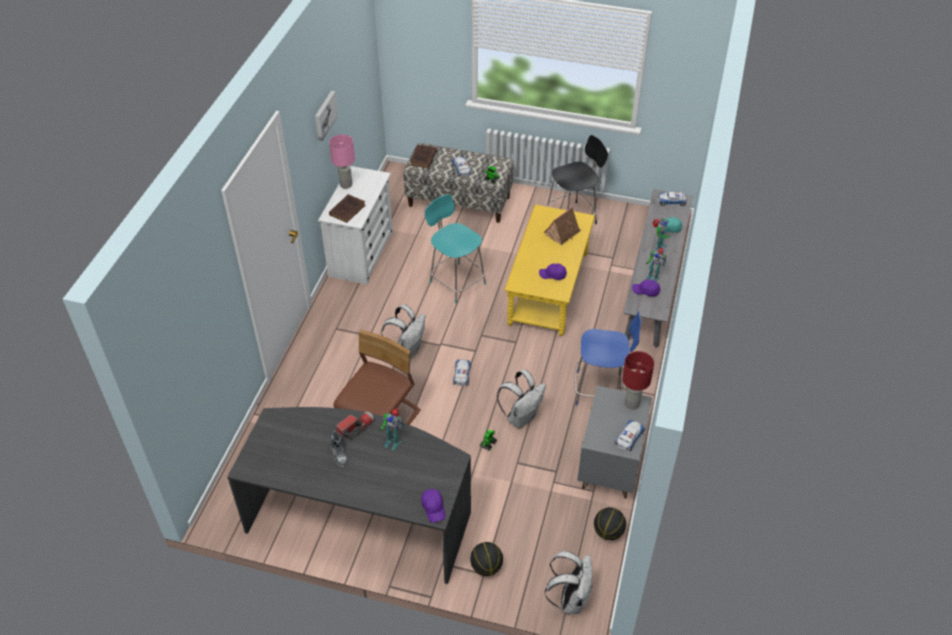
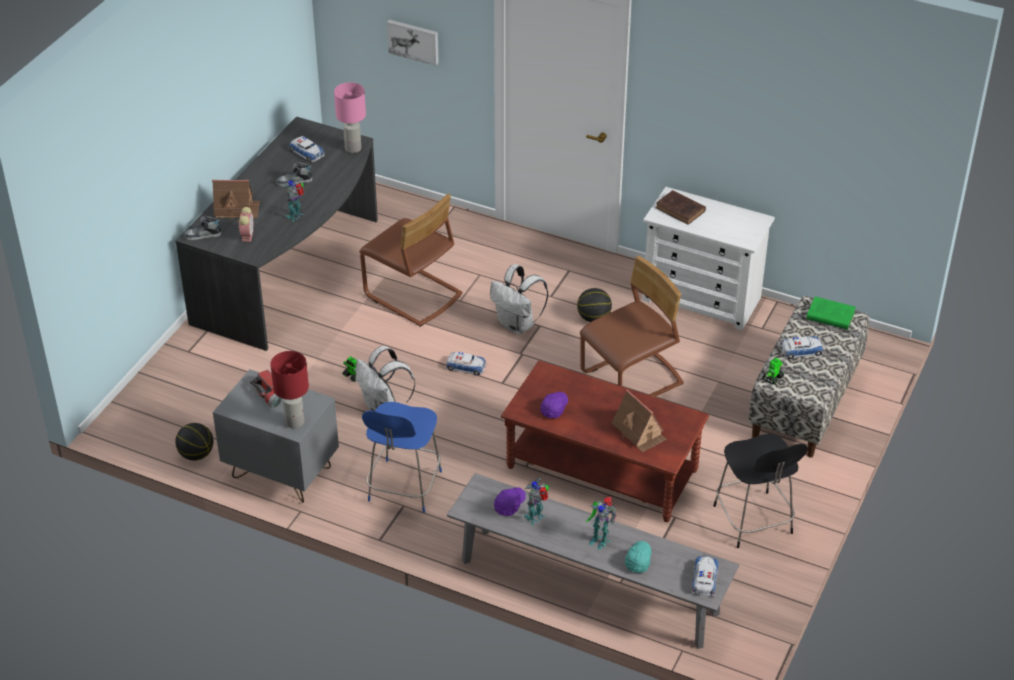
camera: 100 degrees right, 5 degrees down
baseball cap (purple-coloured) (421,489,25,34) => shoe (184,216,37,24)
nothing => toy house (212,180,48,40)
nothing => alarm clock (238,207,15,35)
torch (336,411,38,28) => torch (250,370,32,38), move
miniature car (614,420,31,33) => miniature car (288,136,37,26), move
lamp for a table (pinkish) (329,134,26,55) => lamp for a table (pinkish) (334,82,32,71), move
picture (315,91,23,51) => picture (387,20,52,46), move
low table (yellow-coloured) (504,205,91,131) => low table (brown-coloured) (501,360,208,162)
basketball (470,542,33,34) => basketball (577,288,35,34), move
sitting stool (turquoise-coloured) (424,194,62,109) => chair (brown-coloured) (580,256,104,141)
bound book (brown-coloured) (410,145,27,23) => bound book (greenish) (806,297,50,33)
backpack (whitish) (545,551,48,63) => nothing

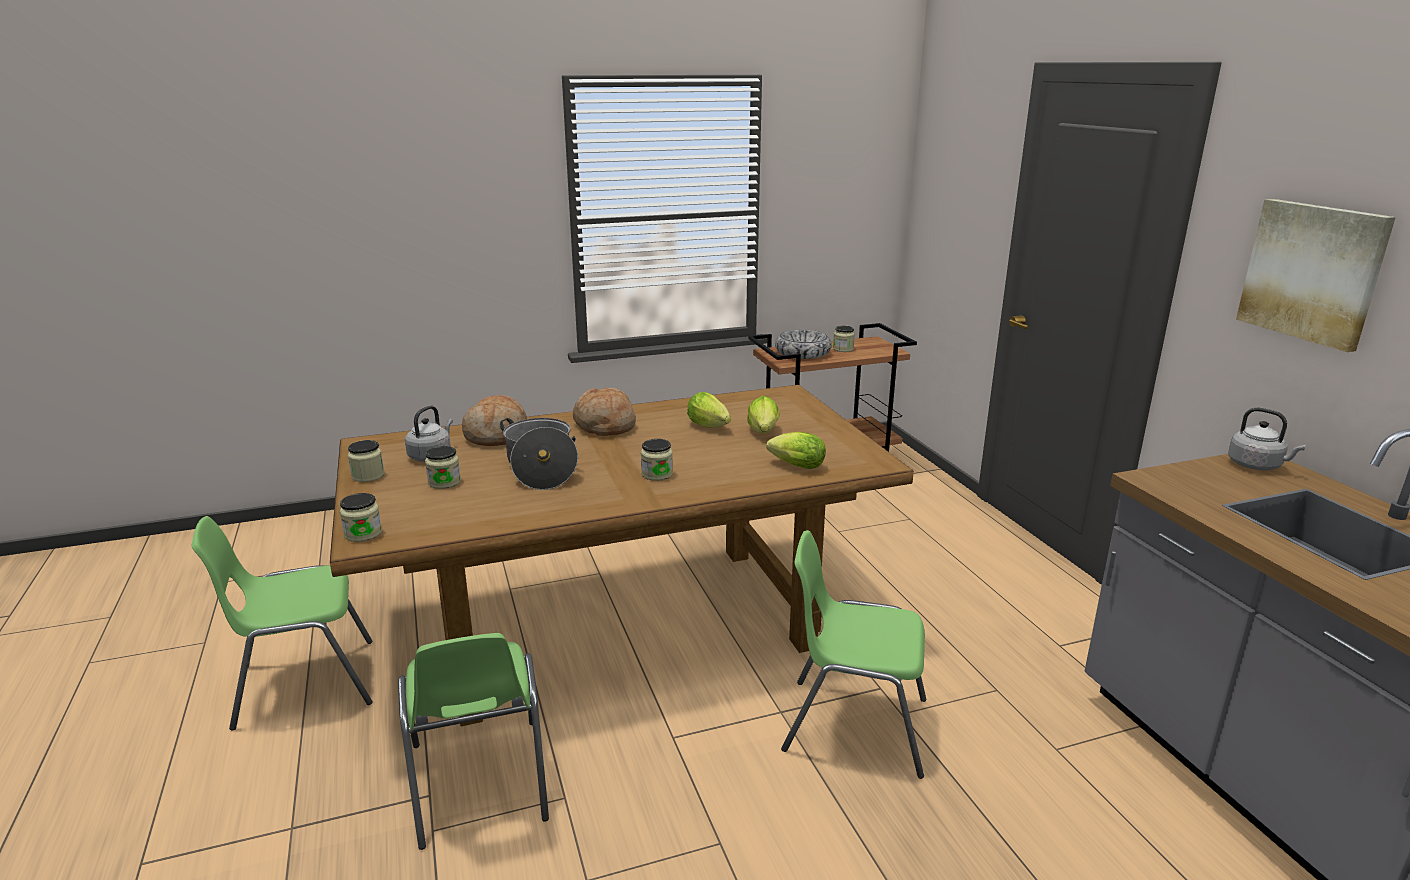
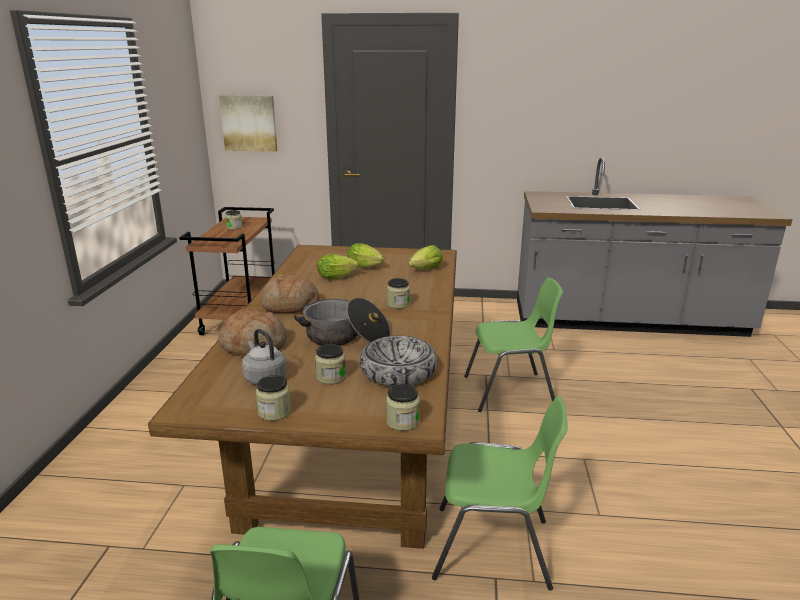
camera: 65 degrees left, 0 degrees up
picture (1236,199,160,153) => picture (219,95,58,57), move
deep dish (775,330,57,29) => deep dish (359,335,78,52), move
chair (greenish) (781,530,145,249) => chair (greenish) (464,277,99,135), 135 degrees counterclockwise
water kettle (grey) (1228,407,78,64) => nothing

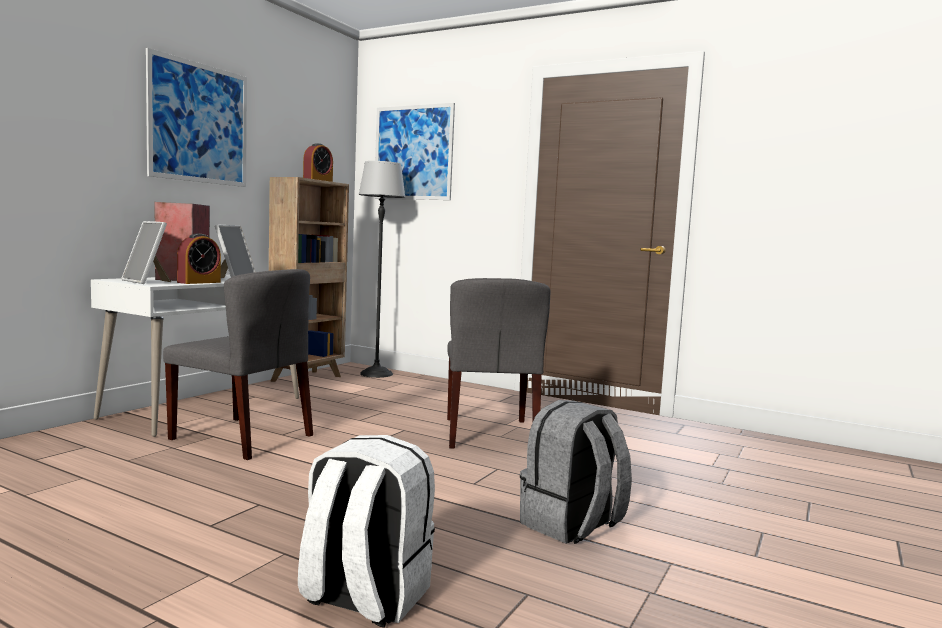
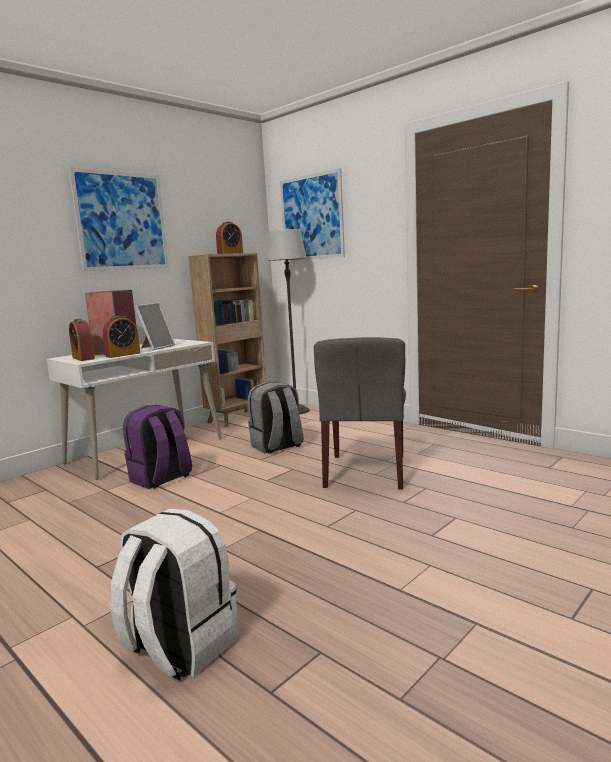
camera: 15 degrees right, 5 degrees up
photo frame (121,221,50,63) => alarm clock (69,319,26,42)
chair (grey) (163,269,150,191) => backpack (purple-coloured) (123,405,69,84)
backpack (grey) (520,400,112,144) => backpack (grey) (248,382,56,72), move

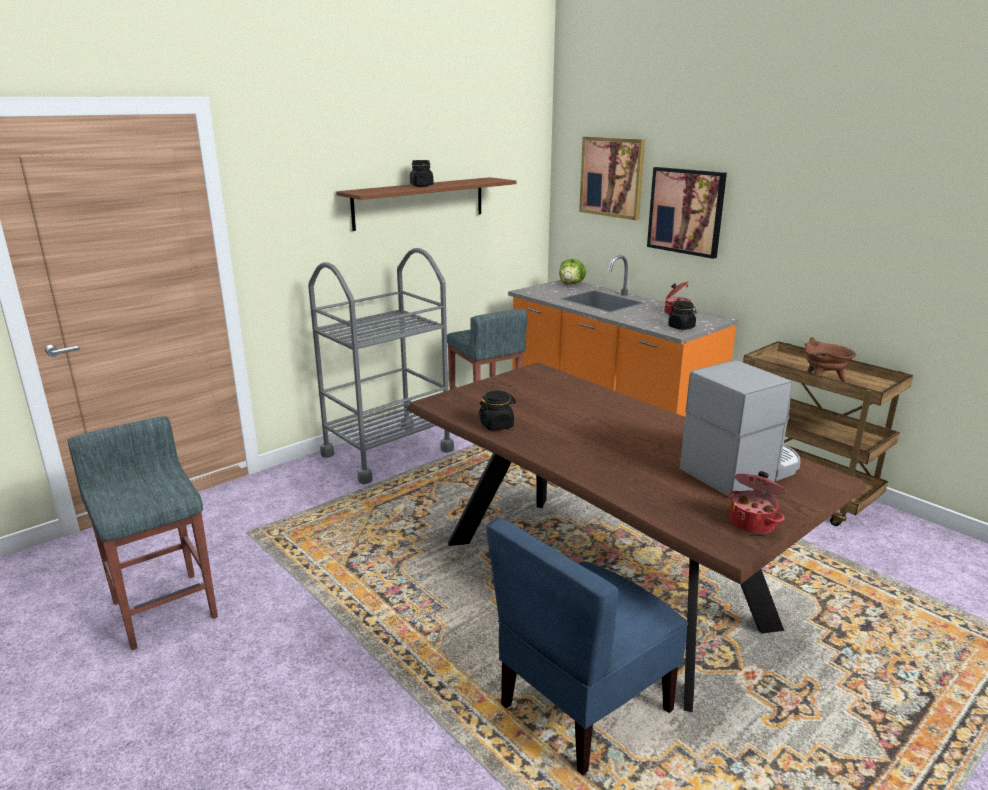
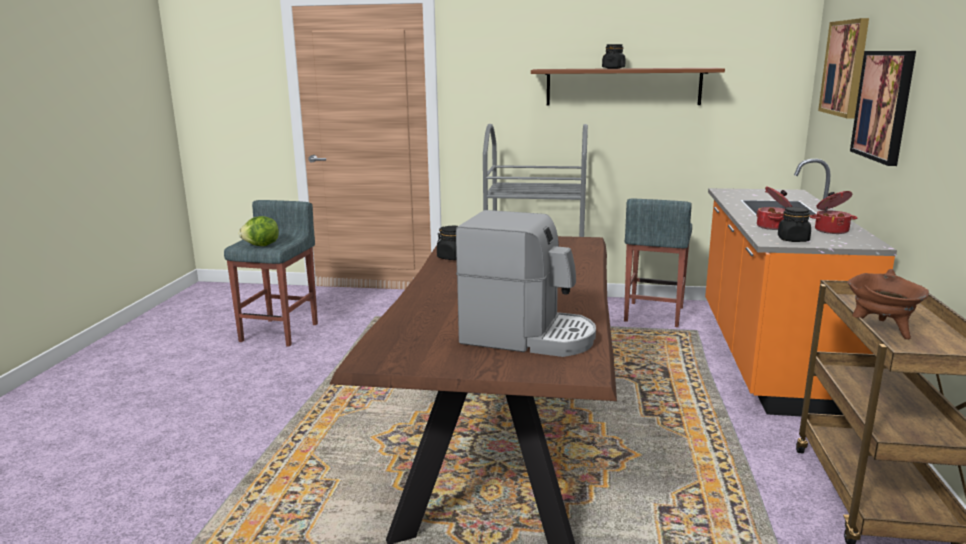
camera: 50 degrees right, 5 degrees down
lettuce head (559,259,27,25) => lettuce head (238,216,41,30), move
cooking pot (728,471,58,64) => cooking pot (756,187,36,43), move
chair (blue-coloured) (486,518,202,257) => nothing

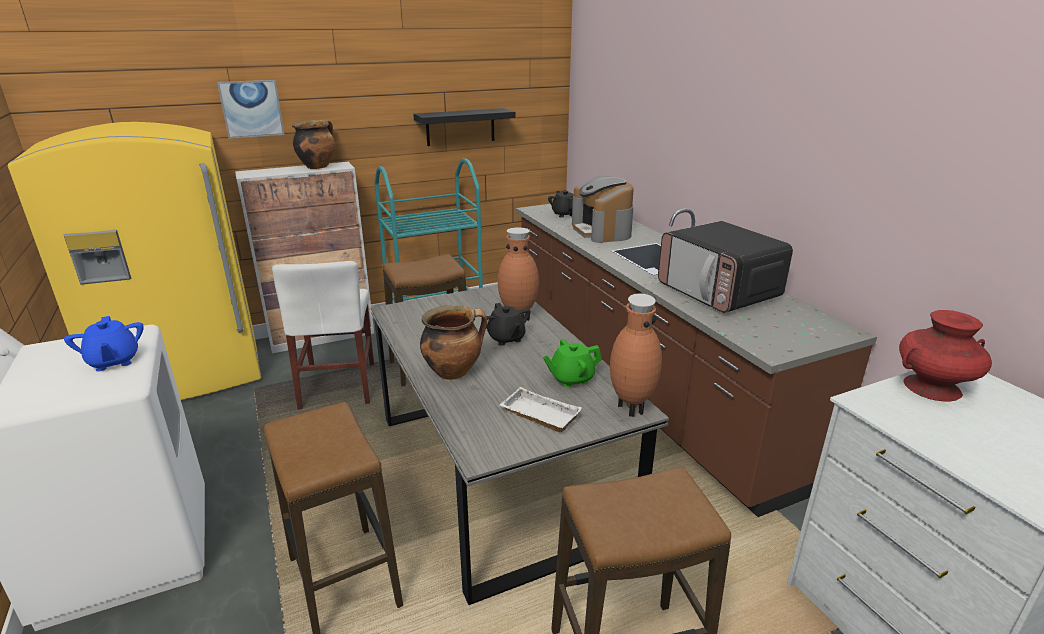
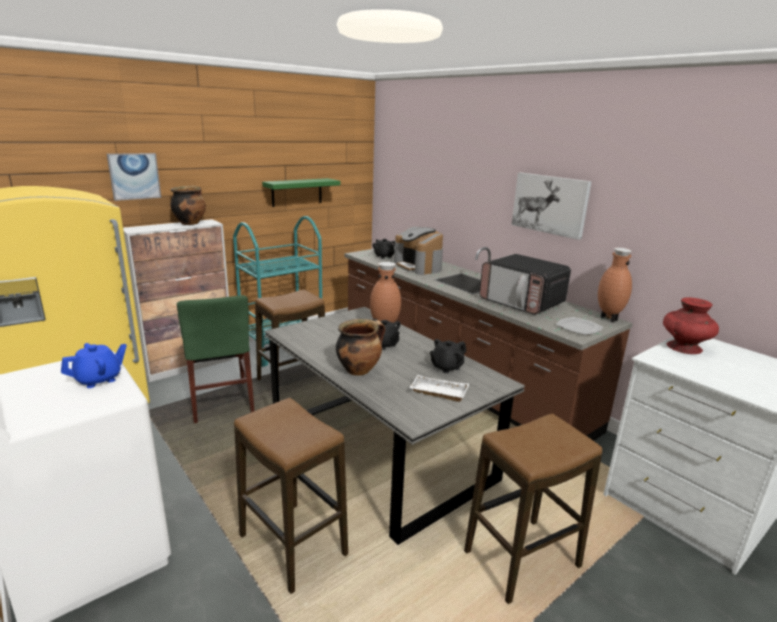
camera: 15 degrees left, 5 degrees down
teapot (blue-coloured) (64,316,80,56) => teapot (blue-coloured) (61,343,66,45), 90 degrees counterclockwise
chair (whitish) (272,261,102,149) => chair (greenish) (177,295,78,128)
bracket shelf (black-coloured) (413,108,103,38) => bracket shelf (greenish) (262,178,78,29)
teapot (greenish) (543,339,59,49) => teapot (black-coloured) (430,339,37,34)
nothing => picture (512,173,80,67)
nothing => dinner plate (556,317,47,18)
vase (brown-coloured) (610,293,52,124) => vase (brown-coloured) (598,247,34,75), move

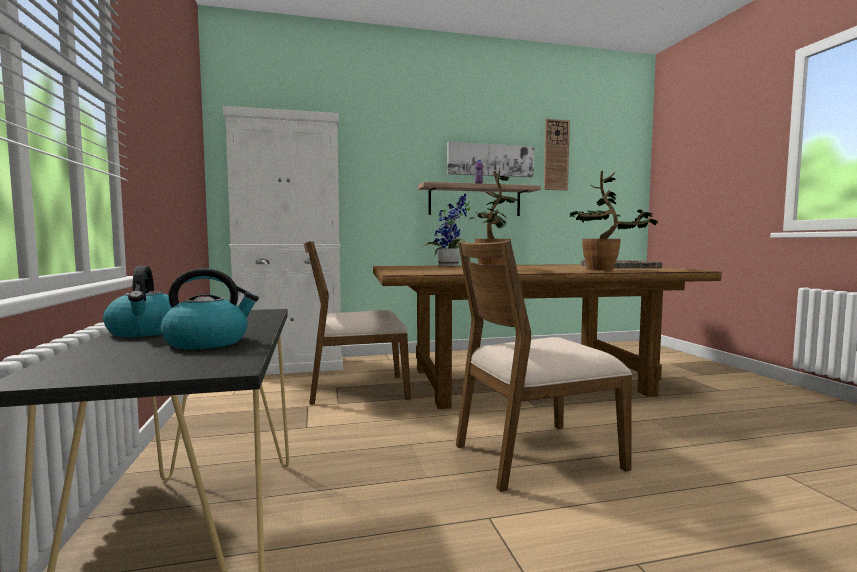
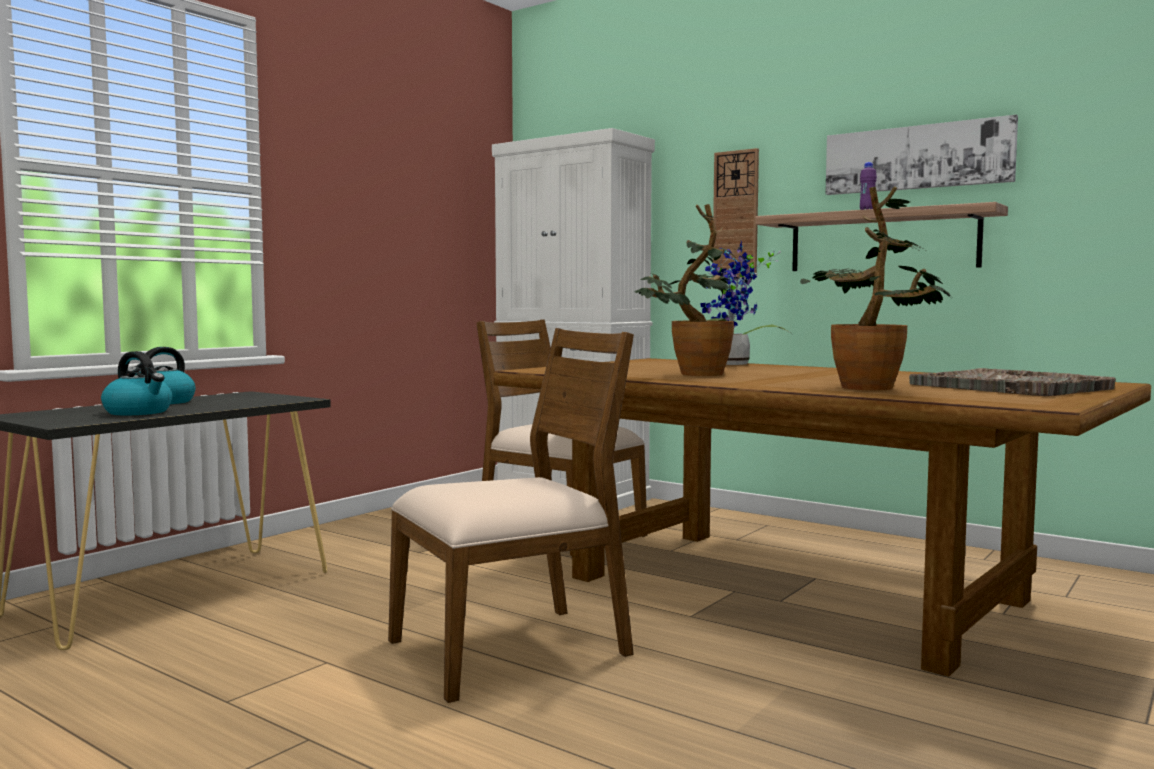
camera: 50 degrees right, 0 degrees up
chair (brown-coloured) (456,240,176,252) => chair (brown-coloured) (388,328,246,375), 120 degrees clockwise
wall clock (544,119,26,71) => wall clock (713,148,46,130), move

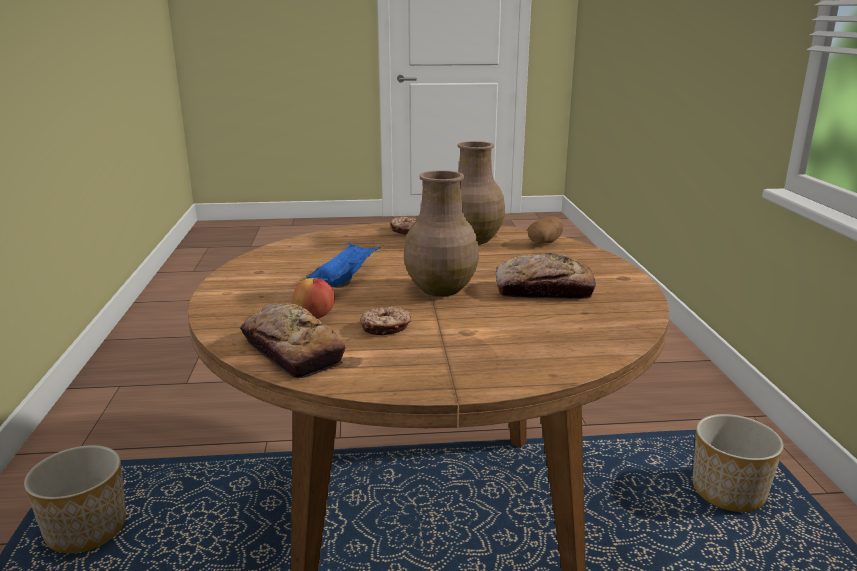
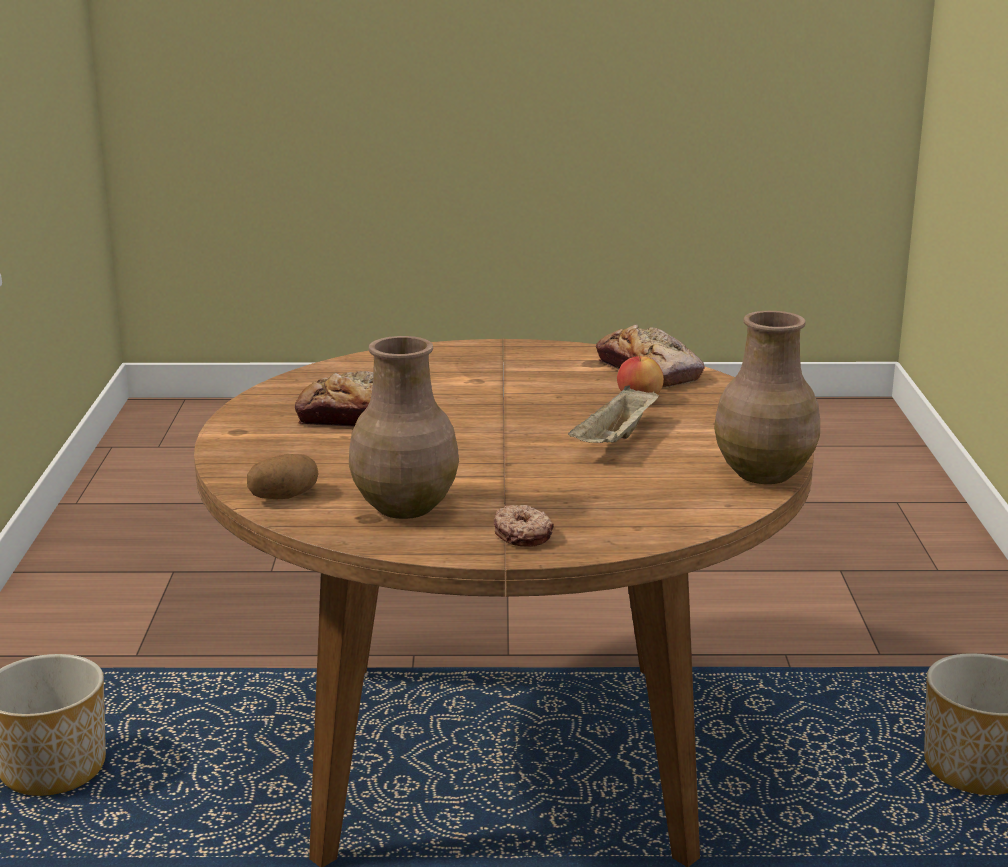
camera: 175 degrees left, 0 degrees up
tray (blue-coloured) (306,242,75,46) => tray (beige-coloured) (568,385,91,58)
vase (brown-coloured) (404,170,75,127) => vase (brown-coloured) (714,311,106,173), move
ring doughnut (360,306,51,29) => nothing

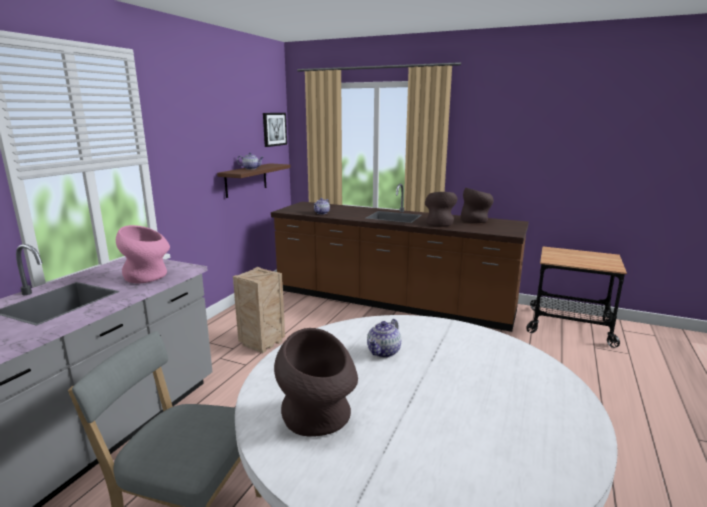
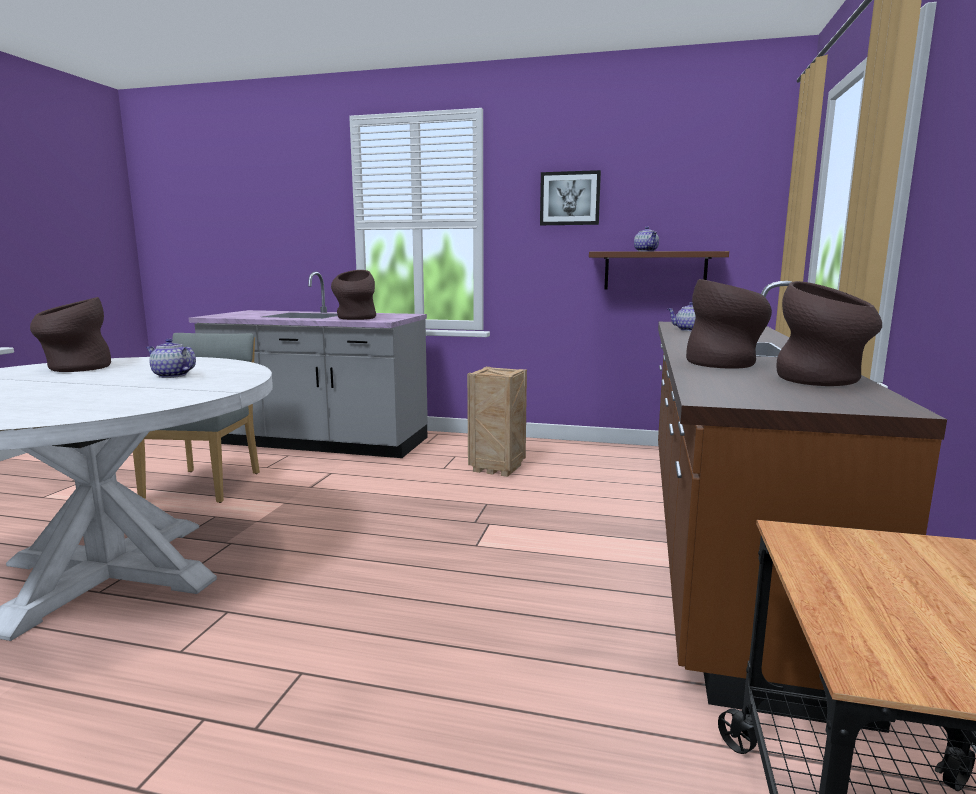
camera: 80 degrees right, 5 degrees down
vase (pinkish) (116,225,54,58) => vase (brown-coloured) (331,270,45,50)
picture (263,113,24,34) => picture (540,170,61,55), move

